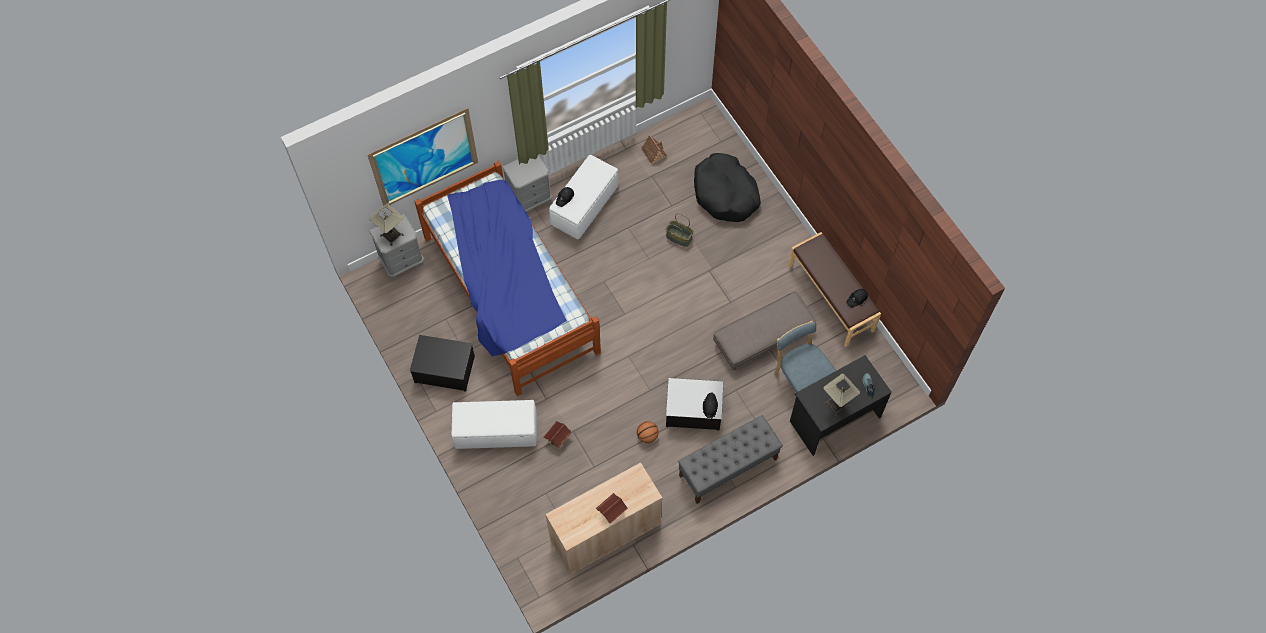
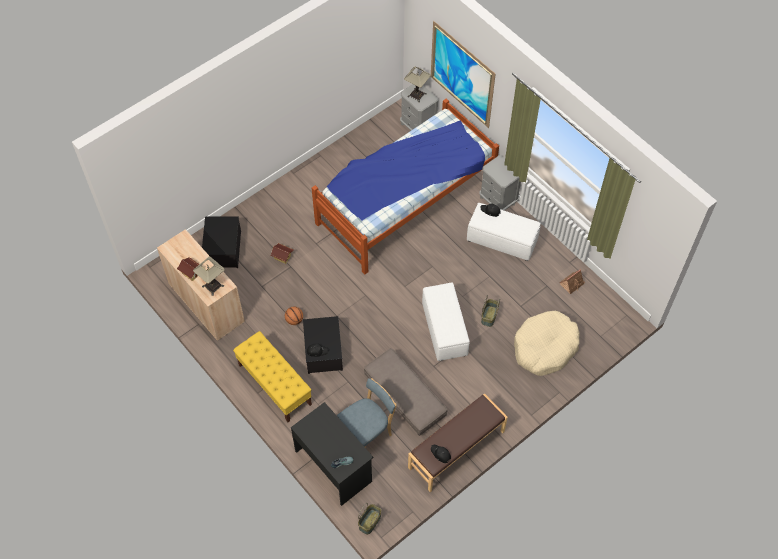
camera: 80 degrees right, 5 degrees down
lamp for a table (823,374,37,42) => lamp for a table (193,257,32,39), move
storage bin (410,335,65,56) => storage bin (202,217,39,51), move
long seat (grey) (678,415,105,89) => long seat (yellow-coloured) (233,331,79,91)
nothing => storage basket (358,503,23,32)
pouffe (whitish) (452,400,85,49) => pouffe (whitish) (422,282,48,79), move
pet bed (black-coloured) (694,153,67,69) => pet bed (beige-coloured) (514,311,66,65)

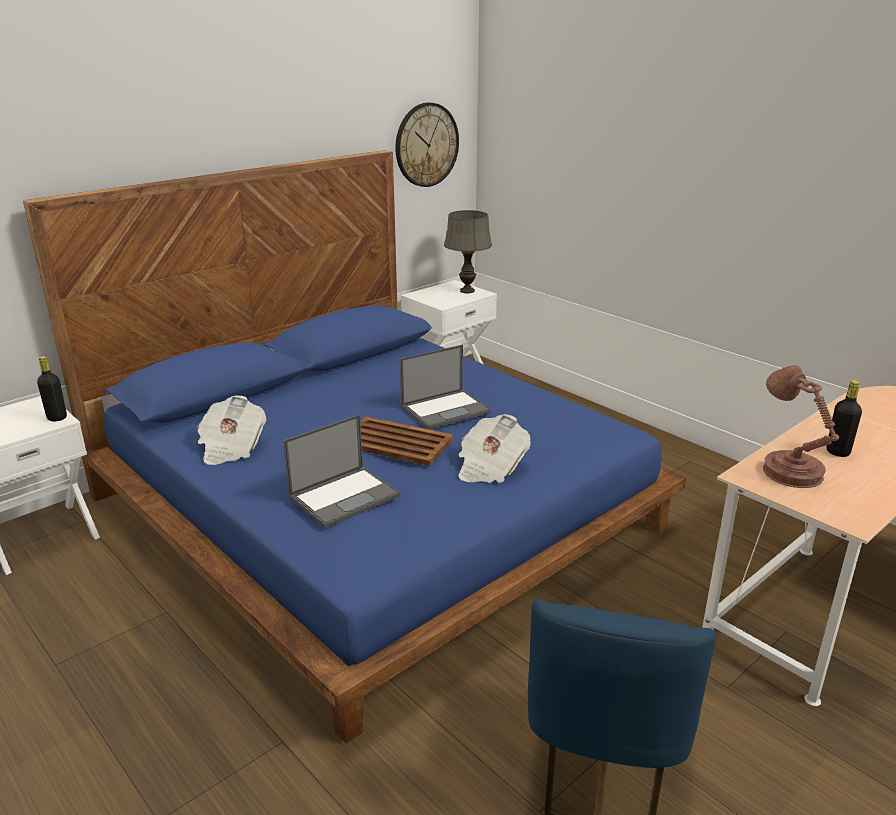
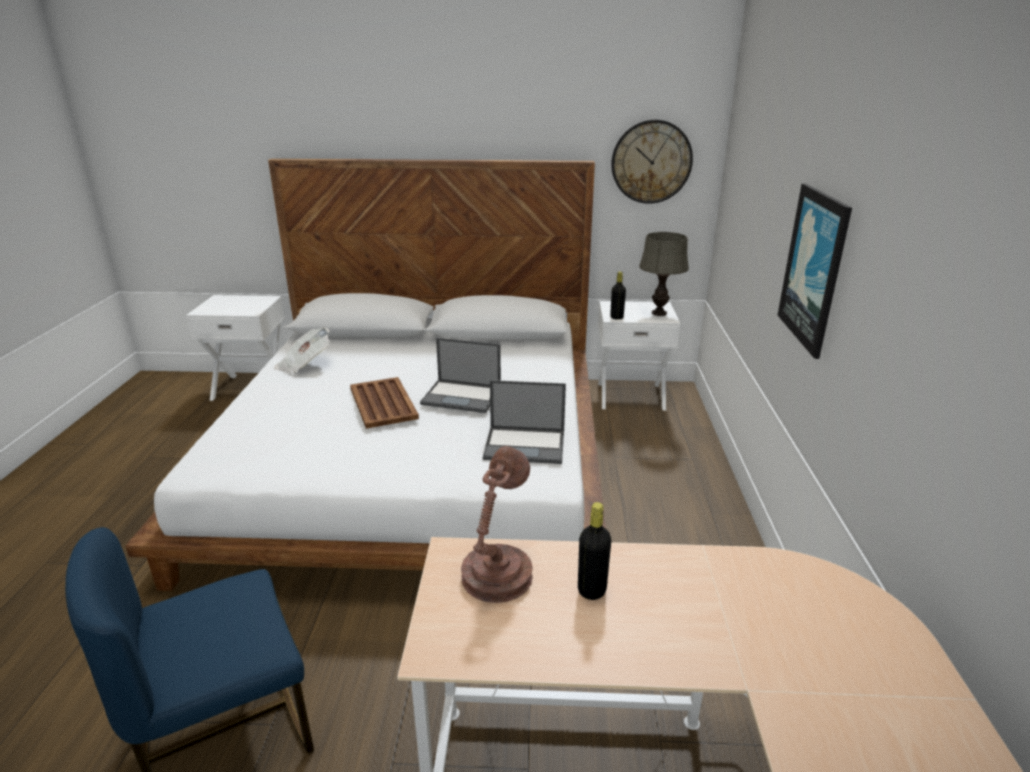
camera: 45 degrees right, 0 degrees up
sleeping bed (blue-coloured) (23,150,663,593) => sleeping bed (whitish) (125,158,481,433)
portable computer (283,414,117,114) => portable computer (483,380,83,84), move
beverage bottle (black-coloured) (37,356,30,65) => beverage bottle (black-coloured) (610,271,16,49), move
nothing => picture (778,184,74,175)
newspaper (458,414,73,69) => nothing

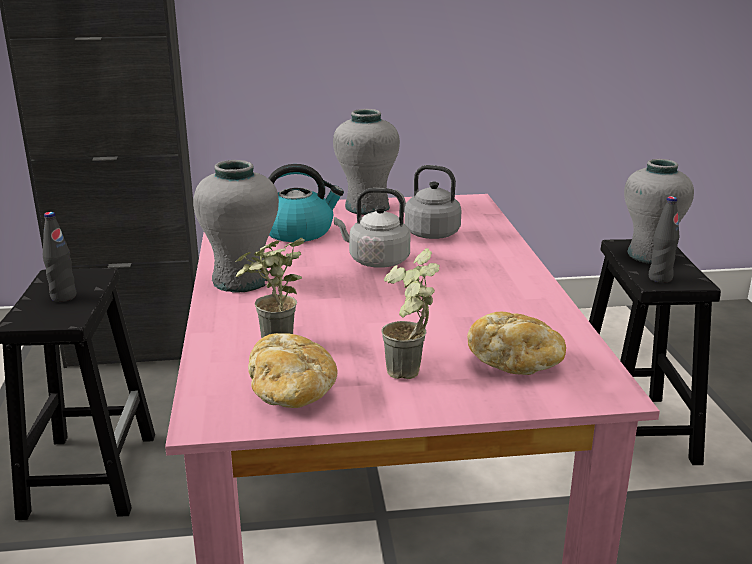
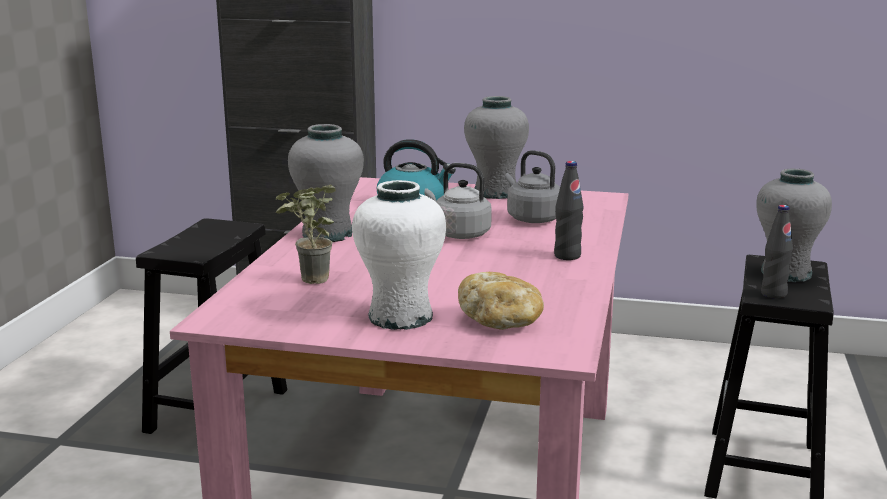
camera: 20 degrees right, 5 degrees down
potted plant (381,248,59,131) => vase (whitish) (352,180,94,150)
beverage bottle (black-coloured) (43,212,33,90) => beverage bottle (black-coloured) (554,161,30,99), move
bread (248,333,89,75) => nothing

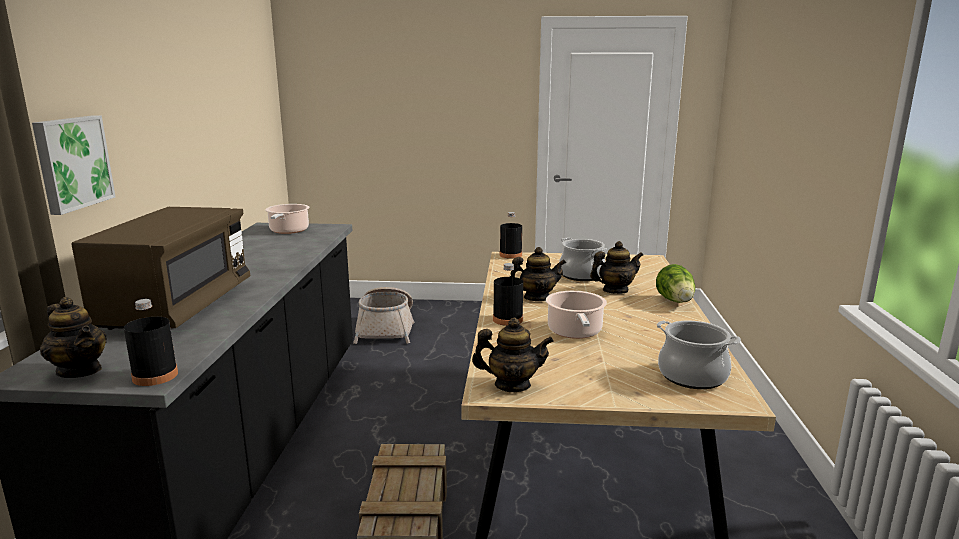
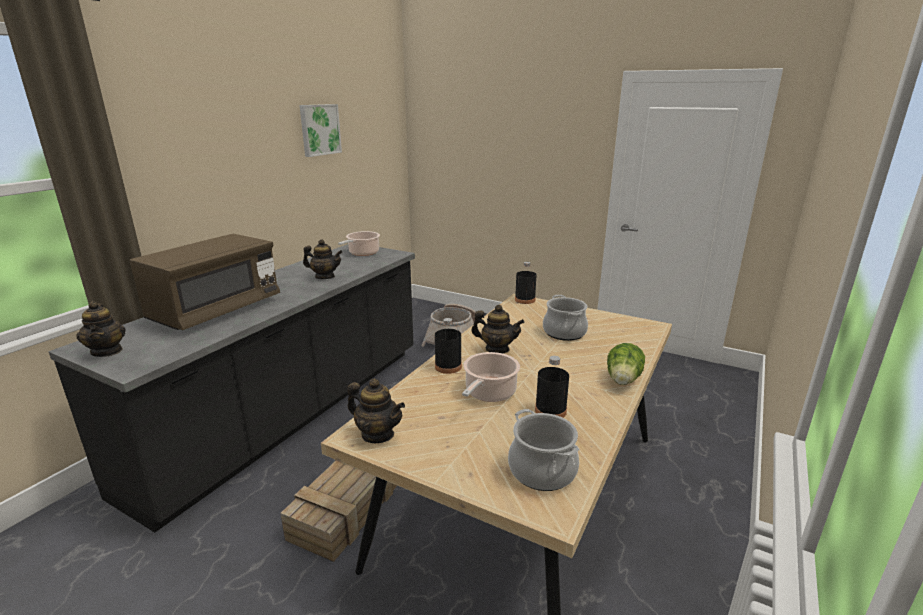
camera: 25 degrees right, 5 degrees up
picture (32,115,84,100) => picture (299,104,43,53), move
teapot (590,241,53,53) => teapot (303,239,40,40), move
beverage bottle (black-coloured) (124,299,54,87) => beverage bottle (black-coloured) (535,356,34,62), move

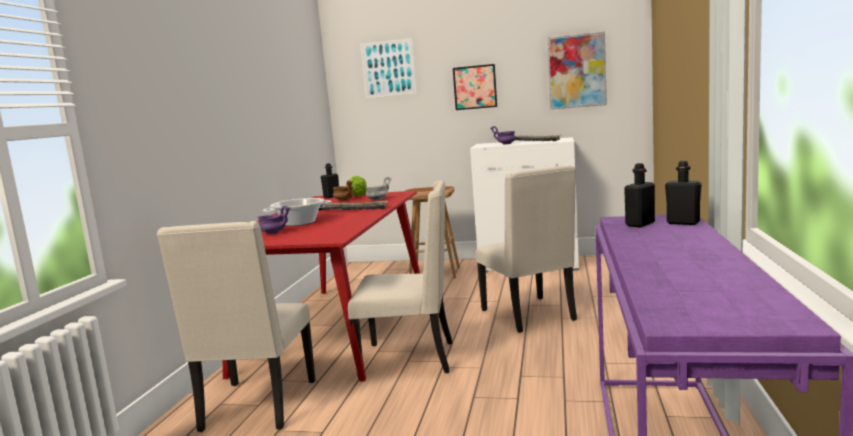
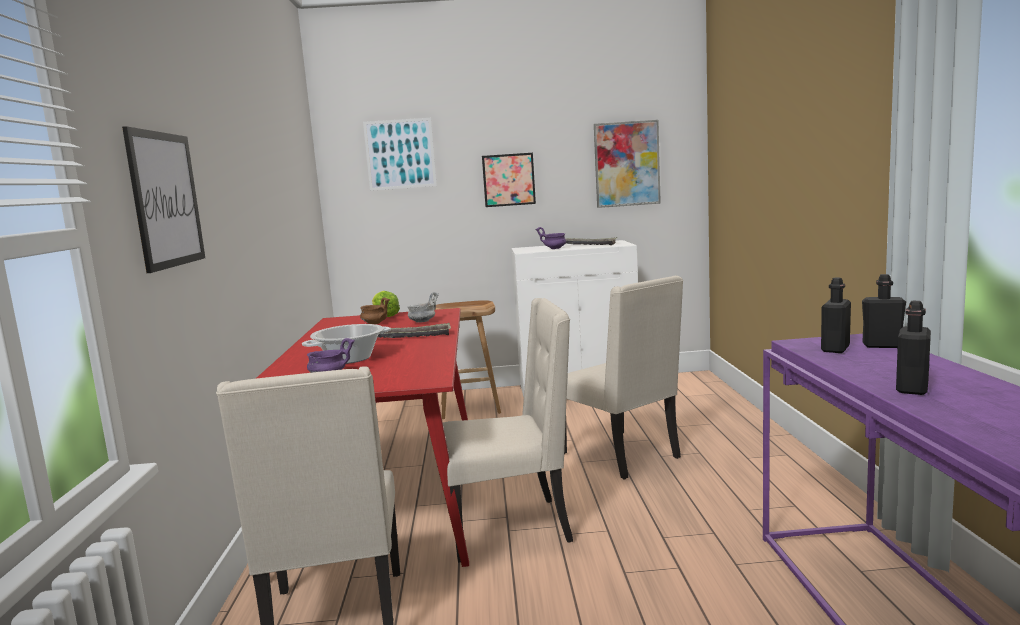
camera: 15 degrees left, 0 degrees up
nothing => picture (122,126,83,147)
beverage bottle (black-coloured) (321,163,18,35) => beverage bottle (black-coloured) (896,301,35,94), move

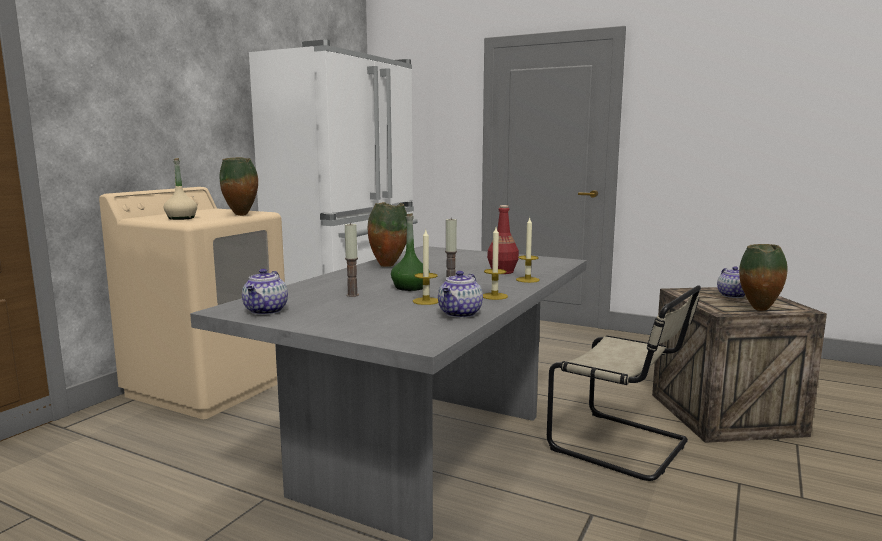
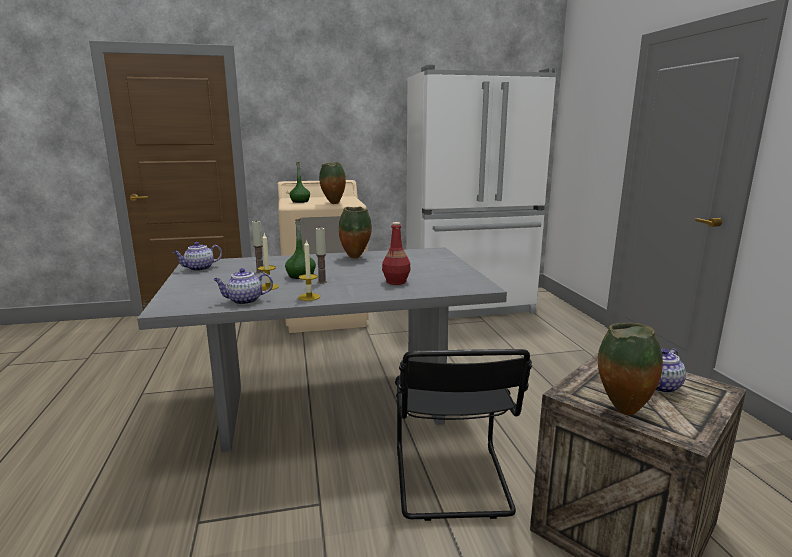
camera: 50 degrees right, 5 degrees up
beverage bottle (beige-coloured) (164,158,33,62) => beverage bottle (greenish) (290,162,20,41)
chair (beige-coloured) (547,285,154,196) => chair (black-coloured) (395,349,137,172)
candle (516,217,24,66) => nothing

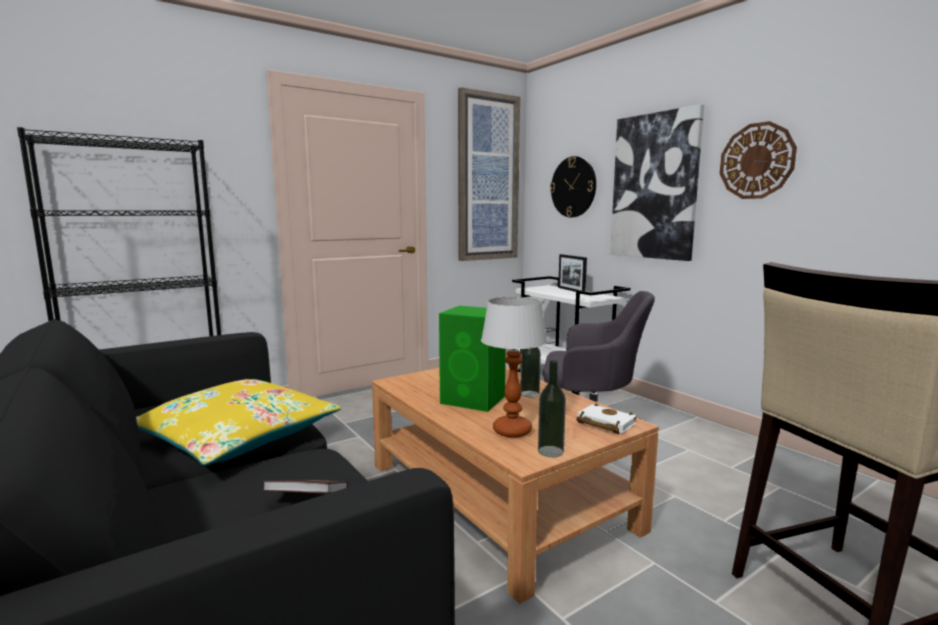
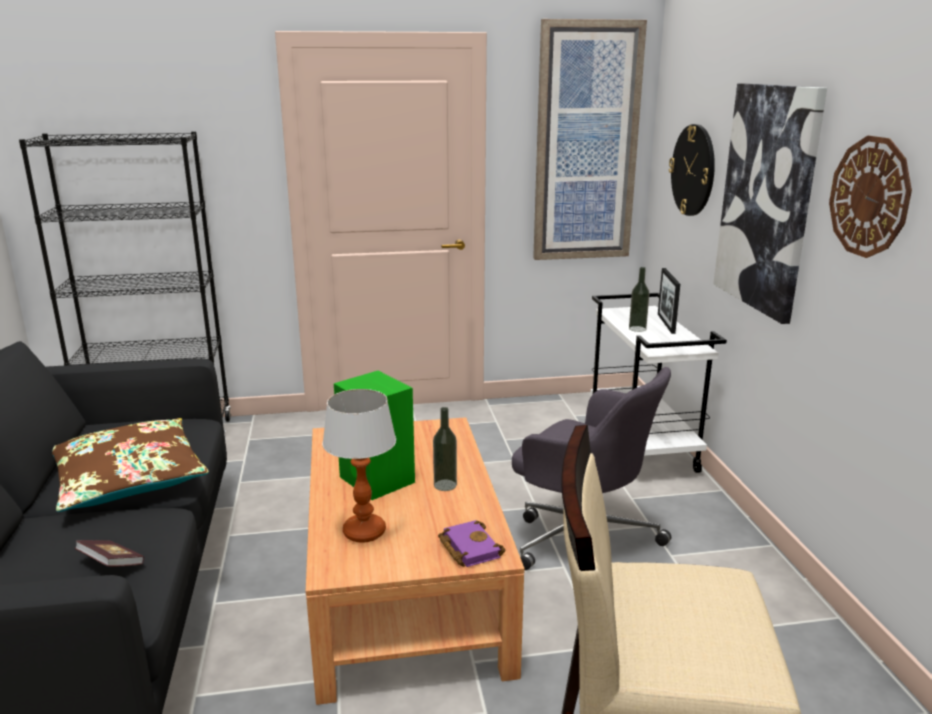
camera: 25 degrees right, 10 degrees up
pillow (yellow-coloured) (136,379,205,87) => pillow (brown-coloured) (52,418,157,94)
bound book (whitish) (576,403,60,31) => bound book (purple-coloured) (438,520,67,47)
beverage bottle (538,360,28,97) => beverage bottle (629,267,21,65), move

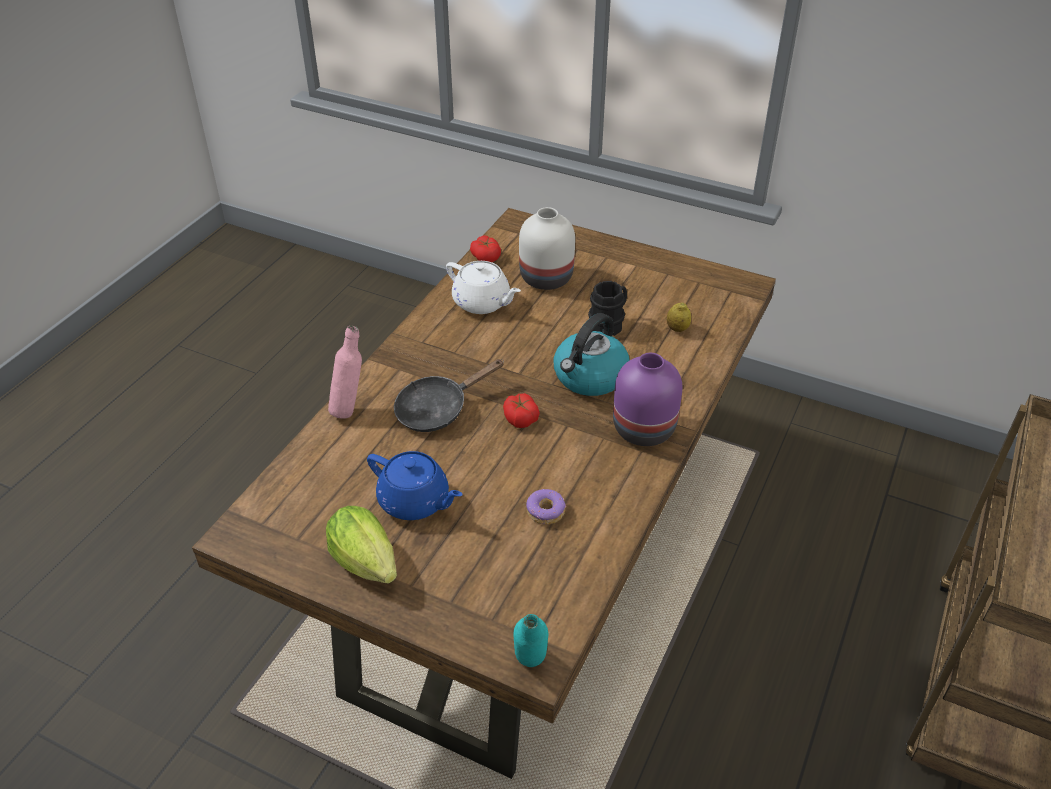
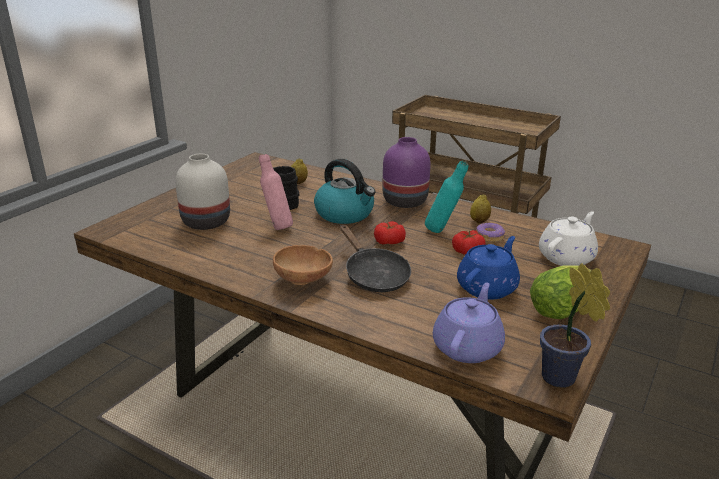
camera: 85 degrees left, 15 degrees down
beverage bottle (pinkish) (328,326,34,93) => beverage bottle (pinkish) (259,154,34,76), move
nothing => deep dish (brown-coloured) (273,245,60,40)
beverage bottle (turquoise-coloured) (514,614,34,54) => beverage bottle (turquoise-coloured) (425,161,43,72), move
nothing => teapot (purple-coloured) (433,283,72,80)
whole tomato (470,235,31,27) => whole tomato (452,230,34,25), move
nothing => citrus fruit (470,194,21,30)
teapot (whitish) (446,261,75,53) => teapot (whitish) (539,211,59,55), move
nothing => potted plant (540,263,70,125)

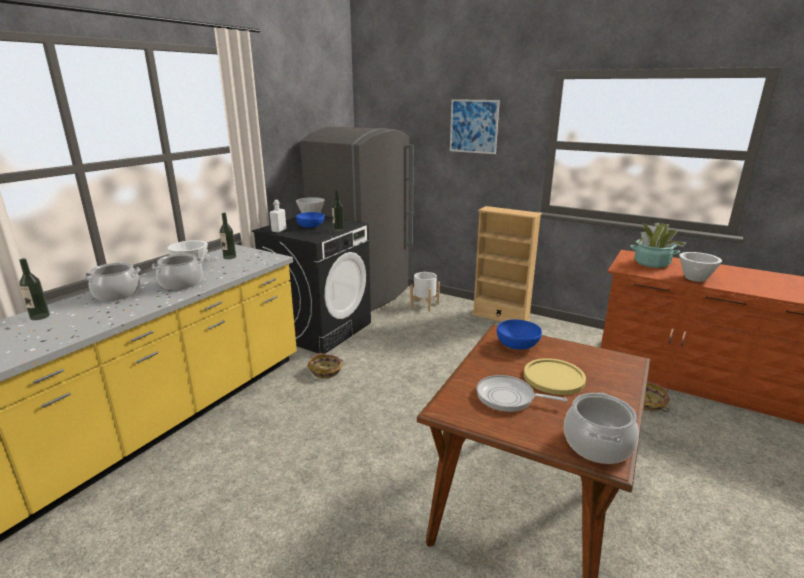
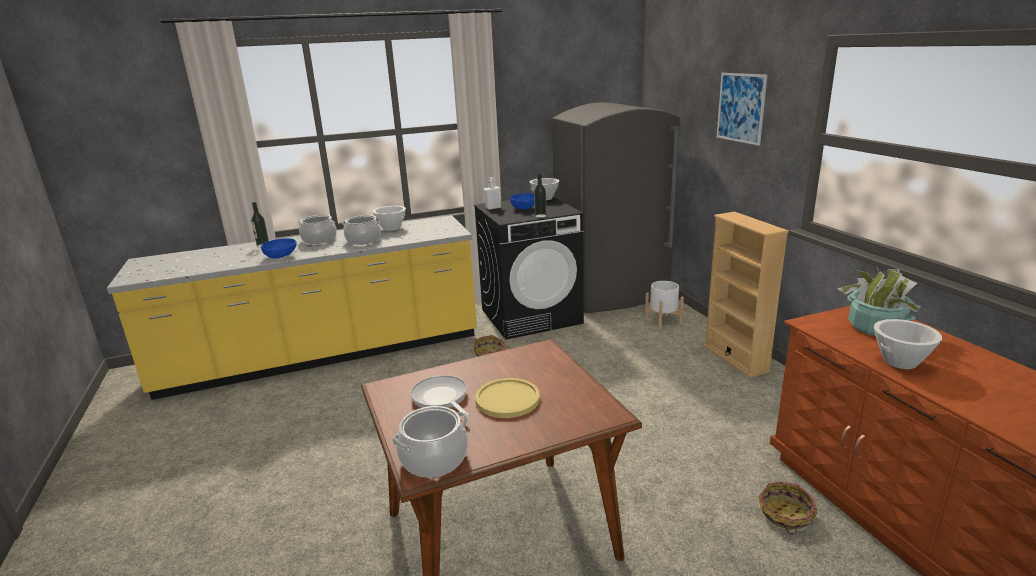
camera: 40 degrees right, 0 degrees up
deep dish (blue-coloured) (497,319,45,31) => deep dish (blue-coloured) (261,238,36,21), move
beverage bottle (220,213,16,46) => nothing

